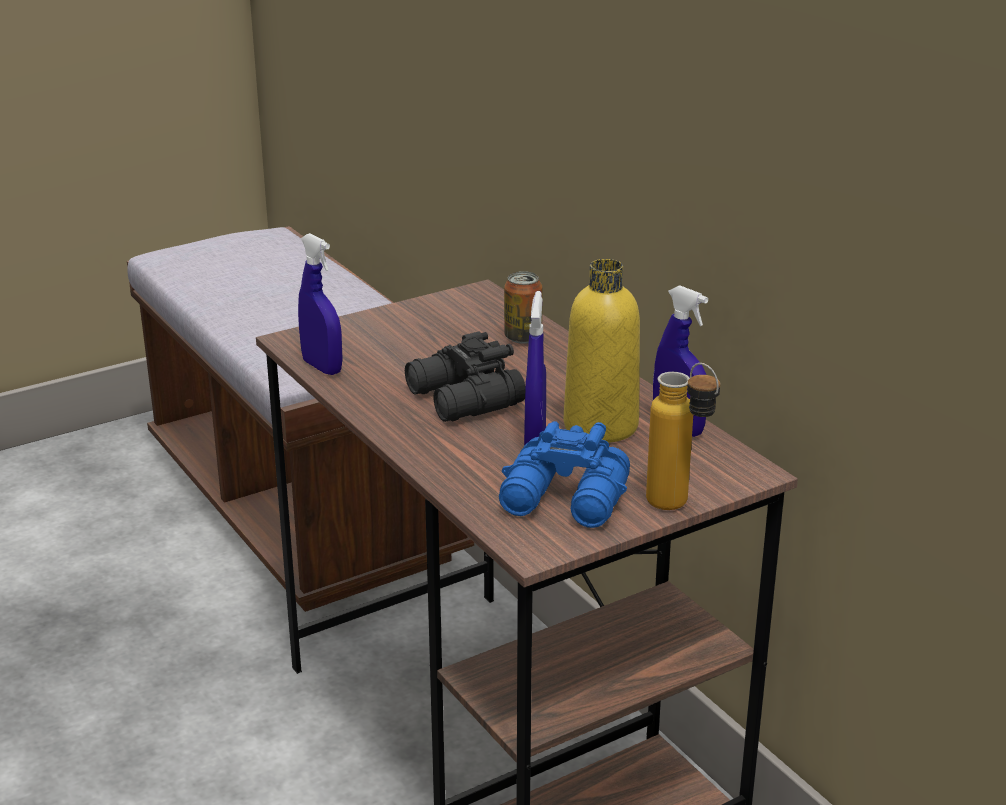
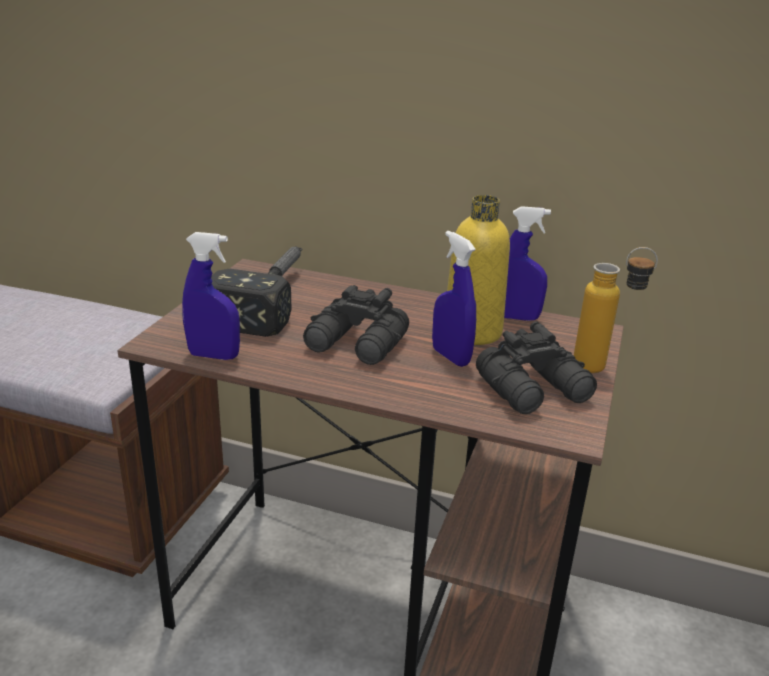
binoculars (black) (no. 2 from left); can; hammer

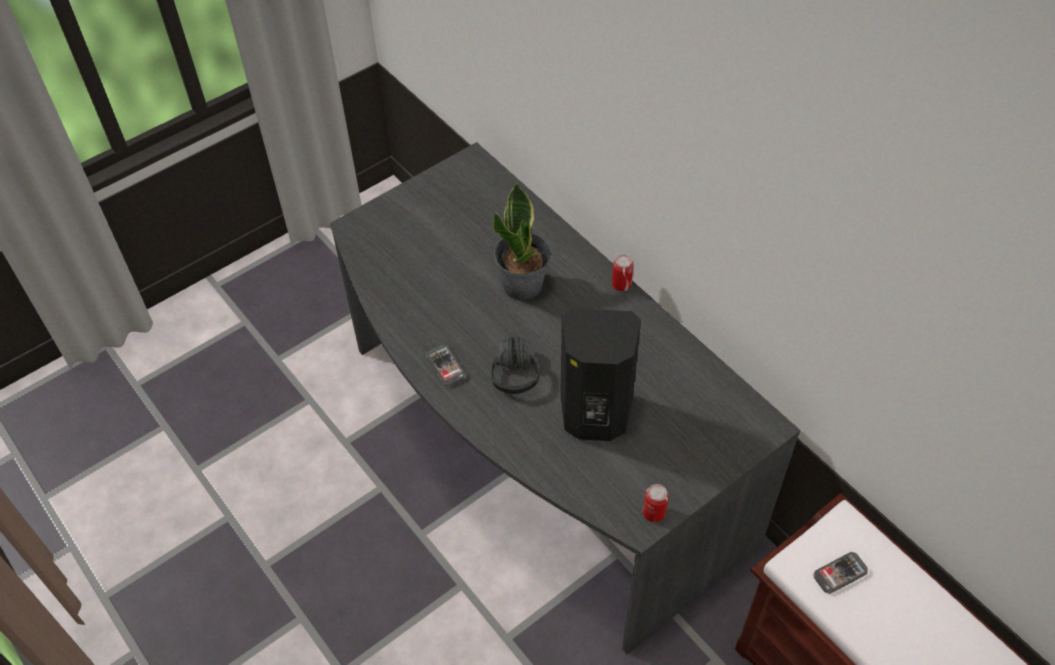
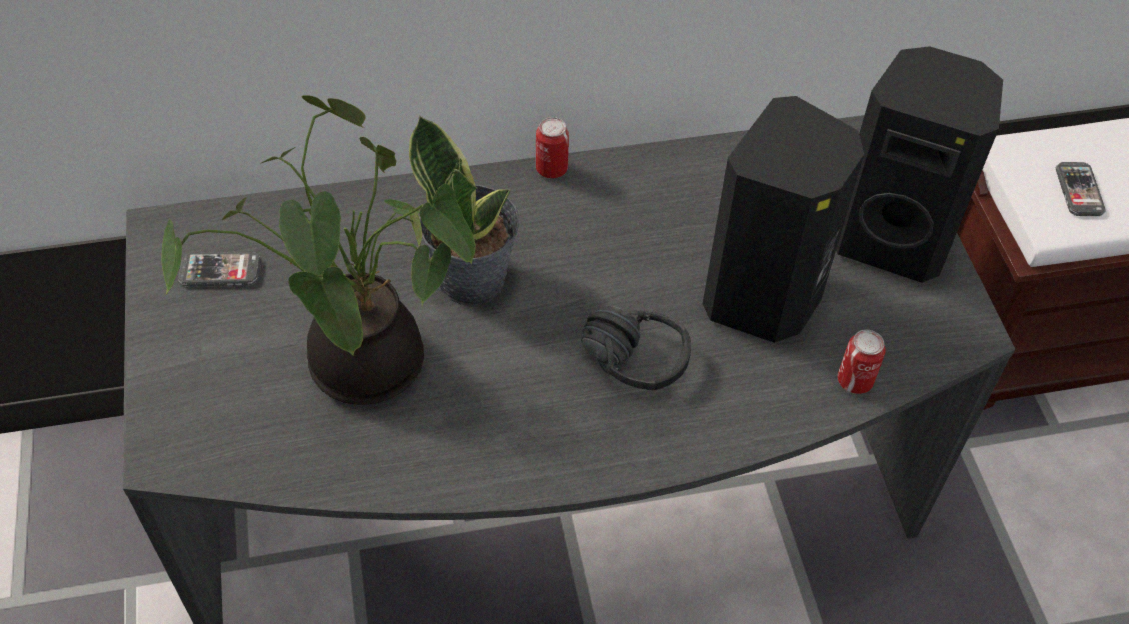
phone (no. 1 from left); can (no. 2 from left); potted plant (no. 1 from left); speaker (black) (no. 2 from left)

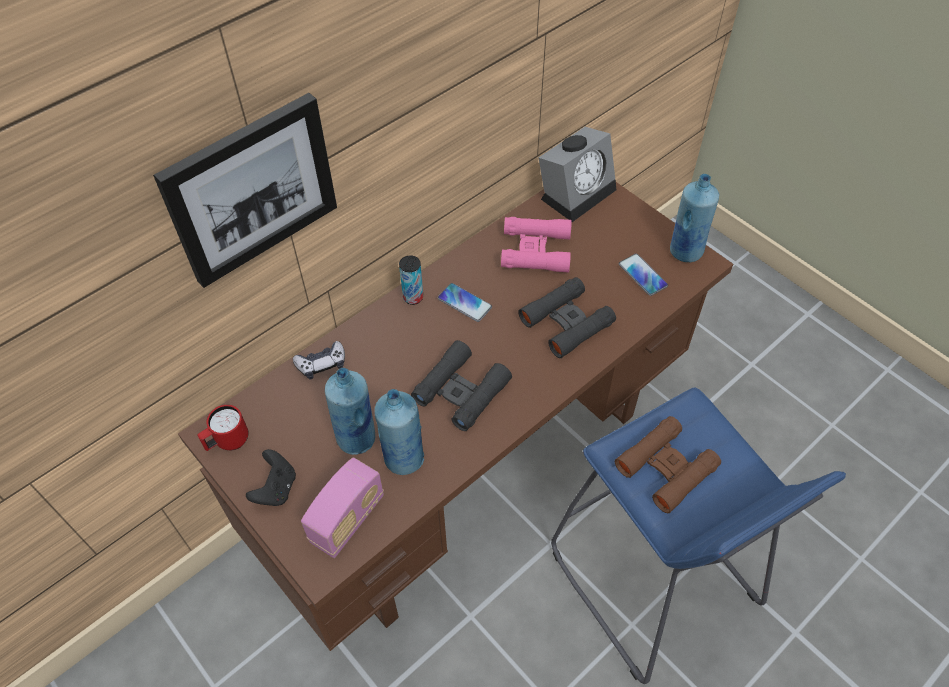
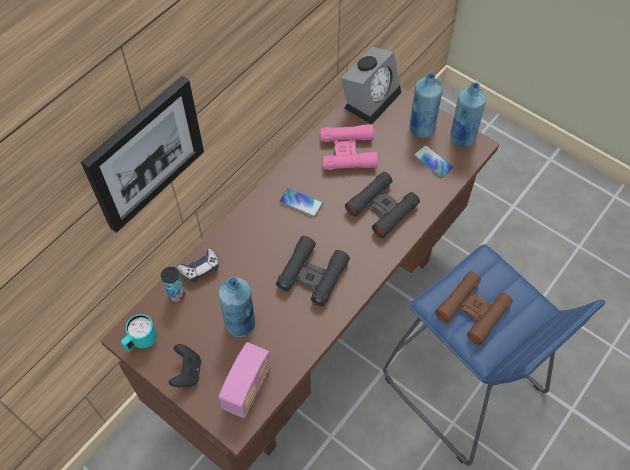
mug (turquoise); bottle (blue) (no. 2 from left); can

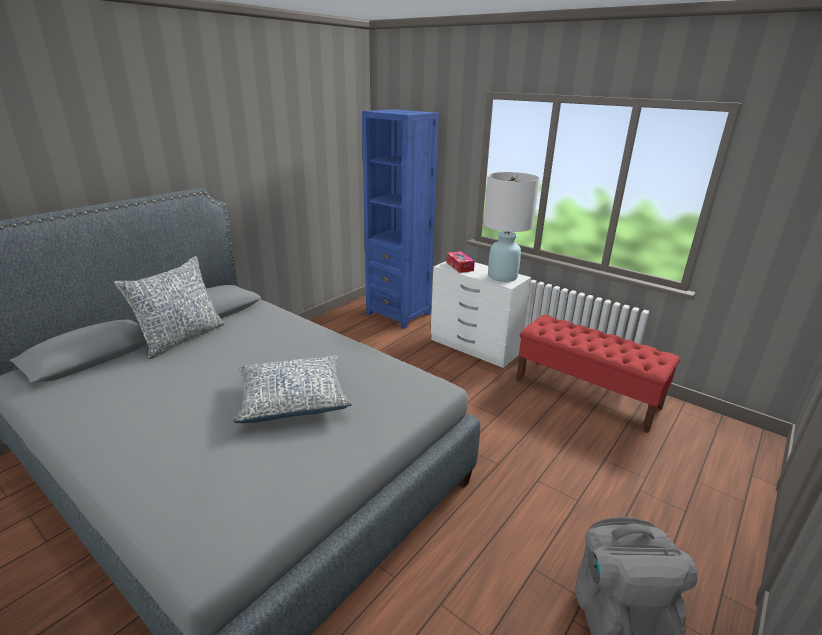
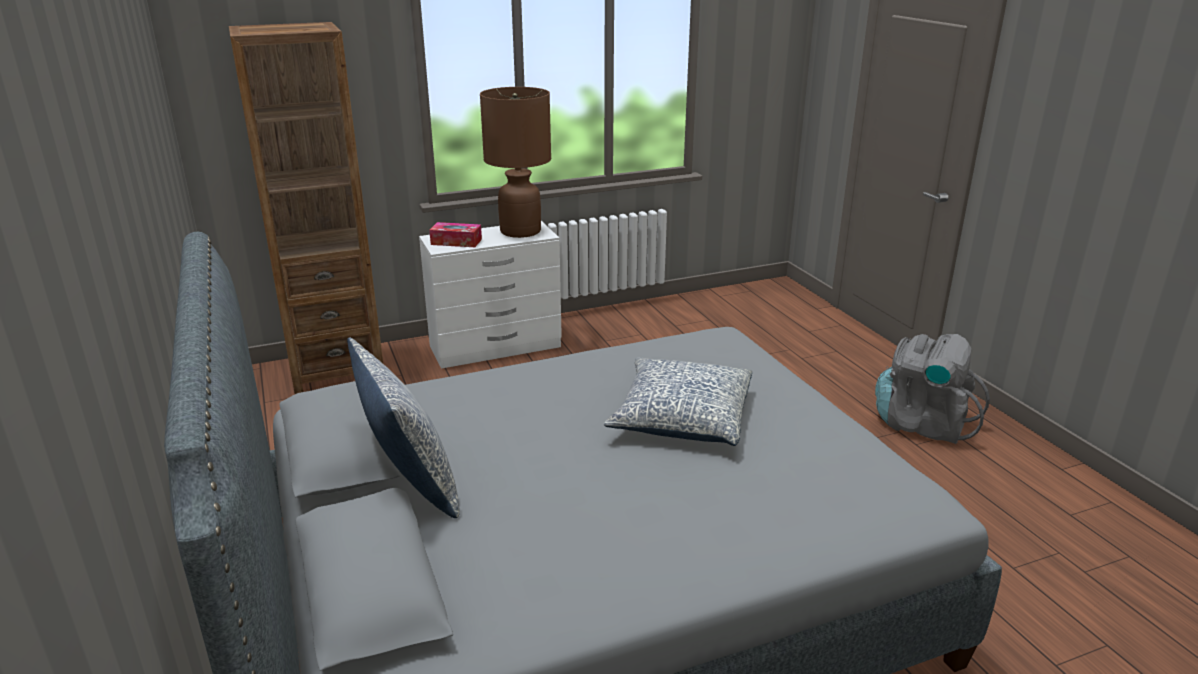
bookcase (brown); table lamp (brown); bench (red)

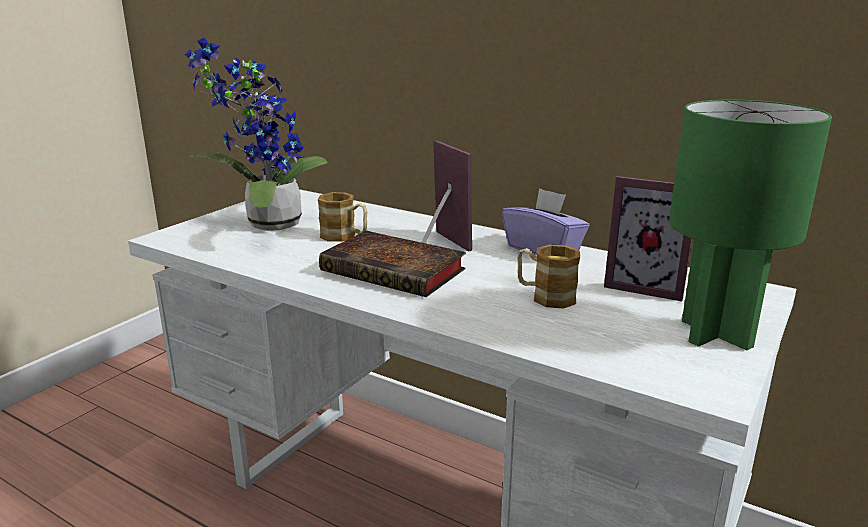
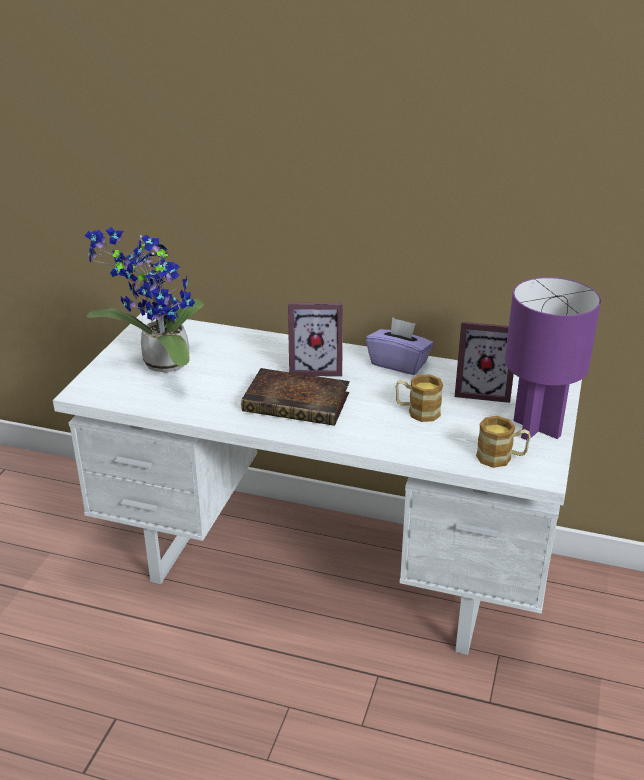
mug (no. 2 from left); picture frame (no. 1 from left); table lamp (purple)

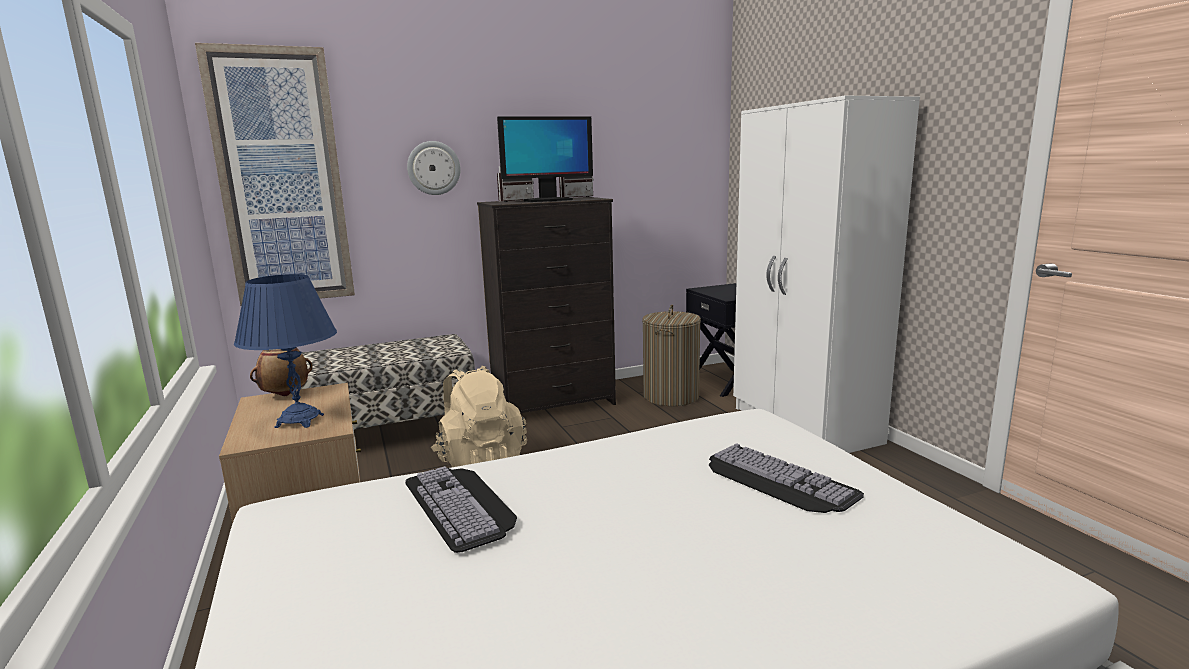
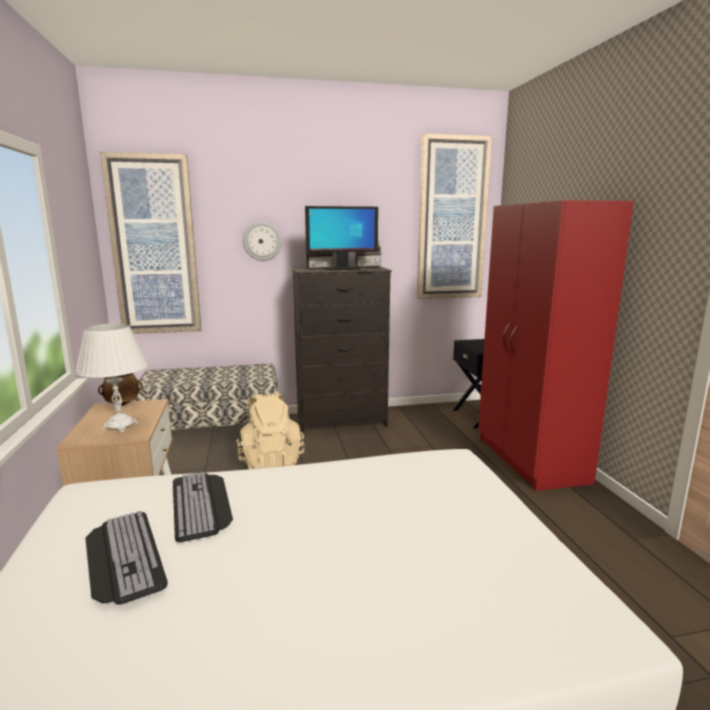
table lamp (white); laundry basket; keyboard (no. 1 from left); wardrobe (red); picture (no. 2 from left)

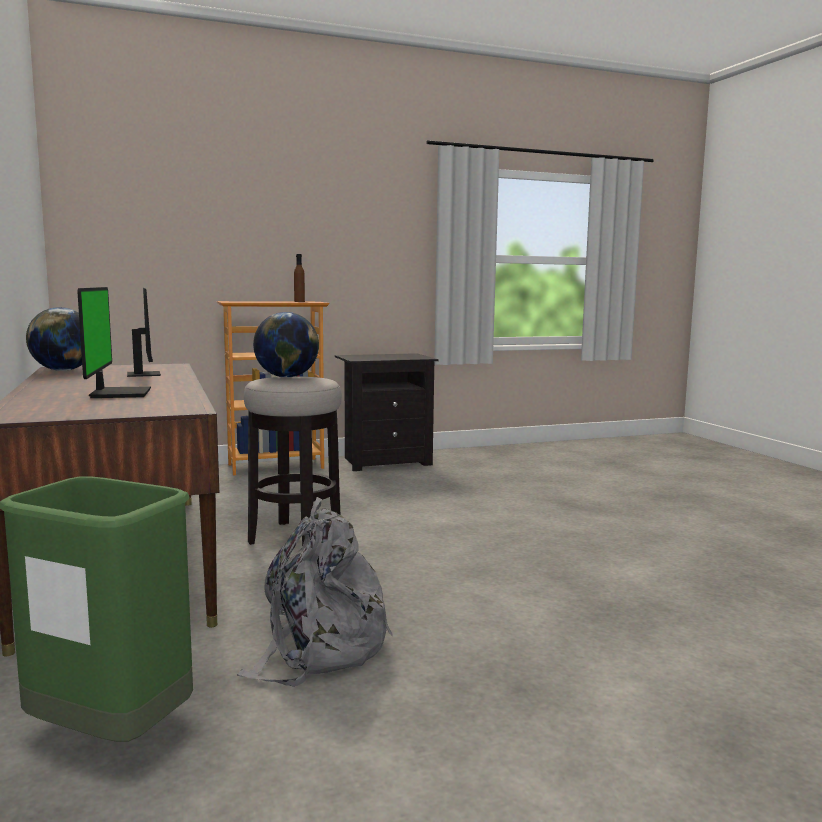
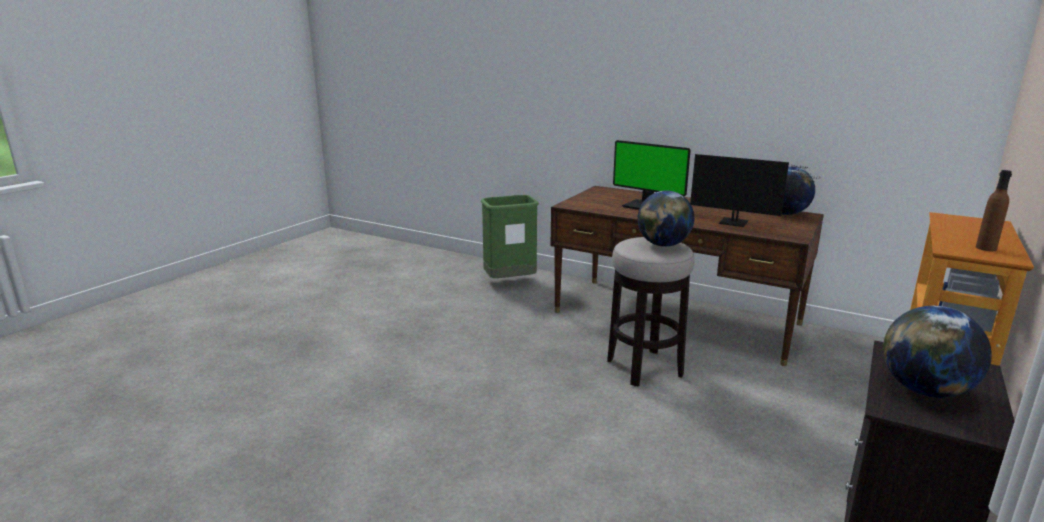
backpack (grey); globe (no. 3 from left)

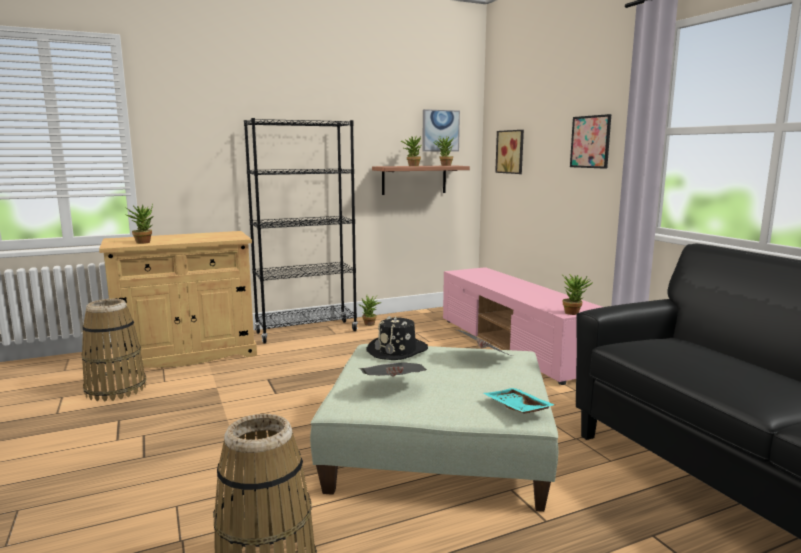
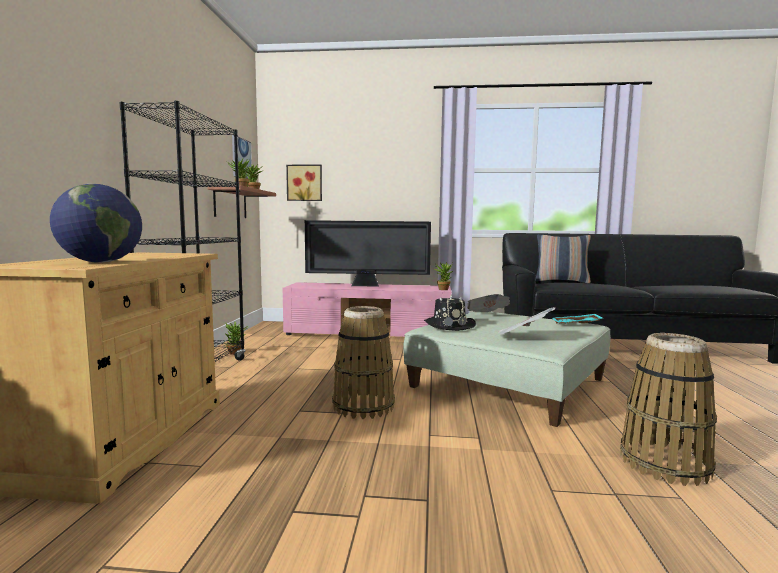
basket (no. 1 from left); globe; picture (no. 3 from left in the first image); television; pillow

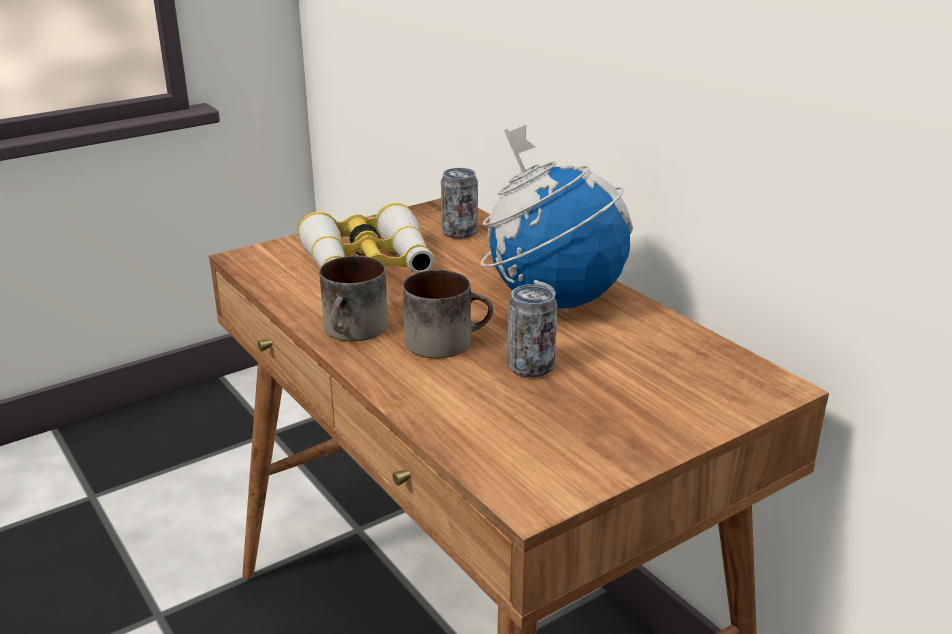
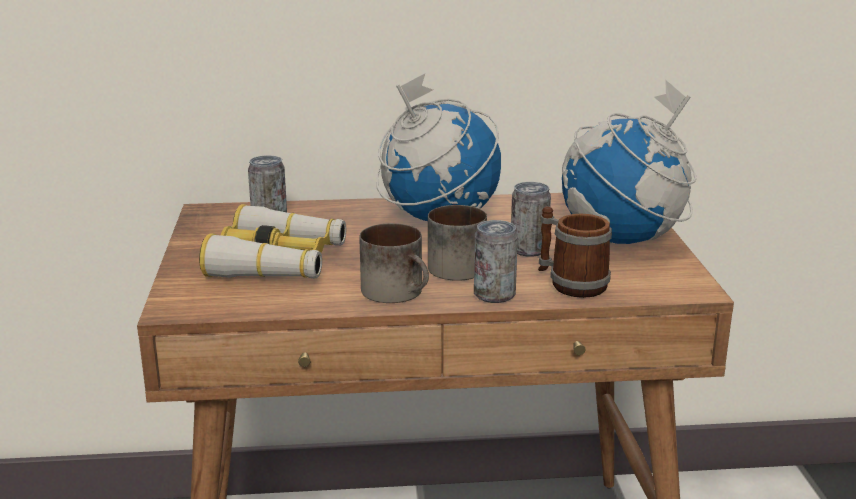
can (no. 2 from left); mug (no. 3 from left); globe (no. 2 from left)

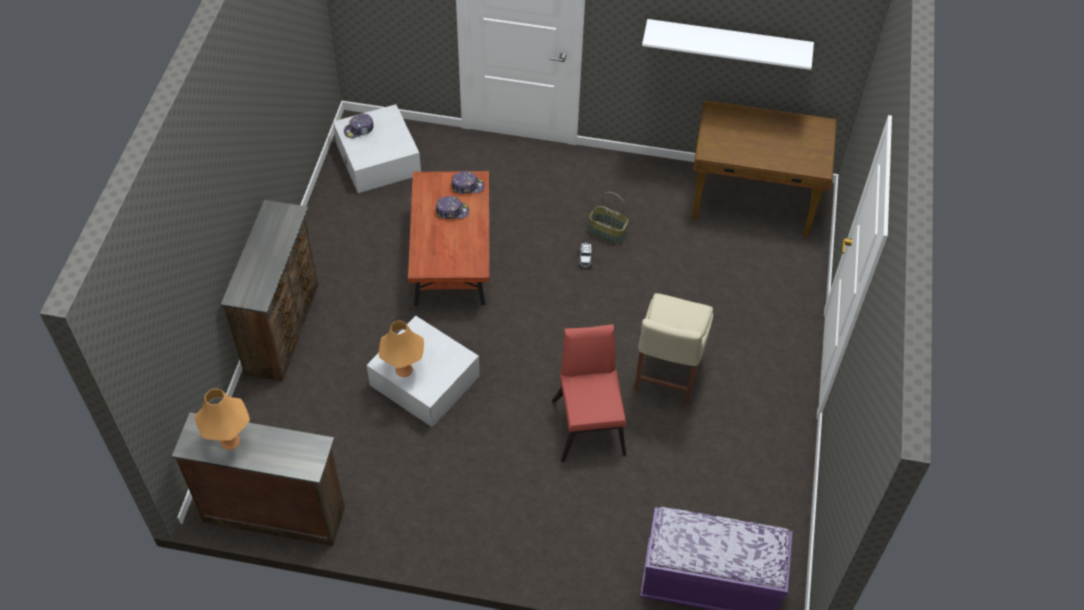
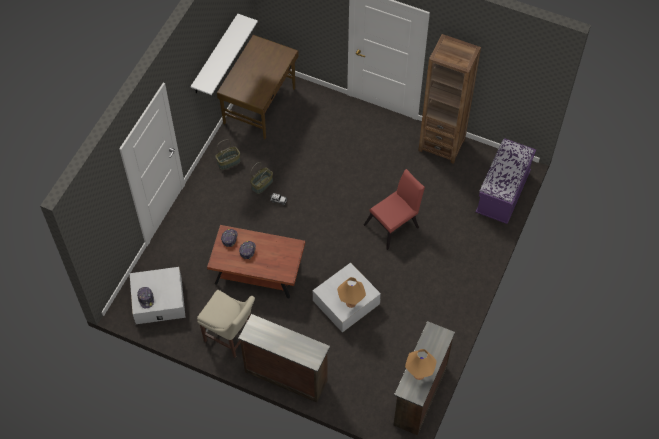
chair (red); chair (beige); basket (no. 1 from left); bookcase (brown)

